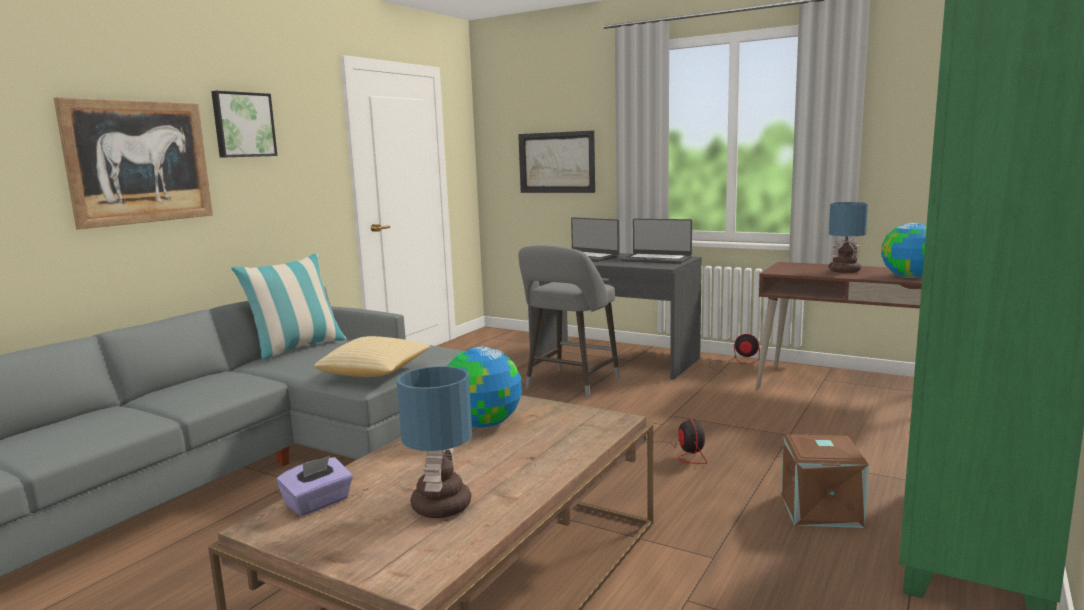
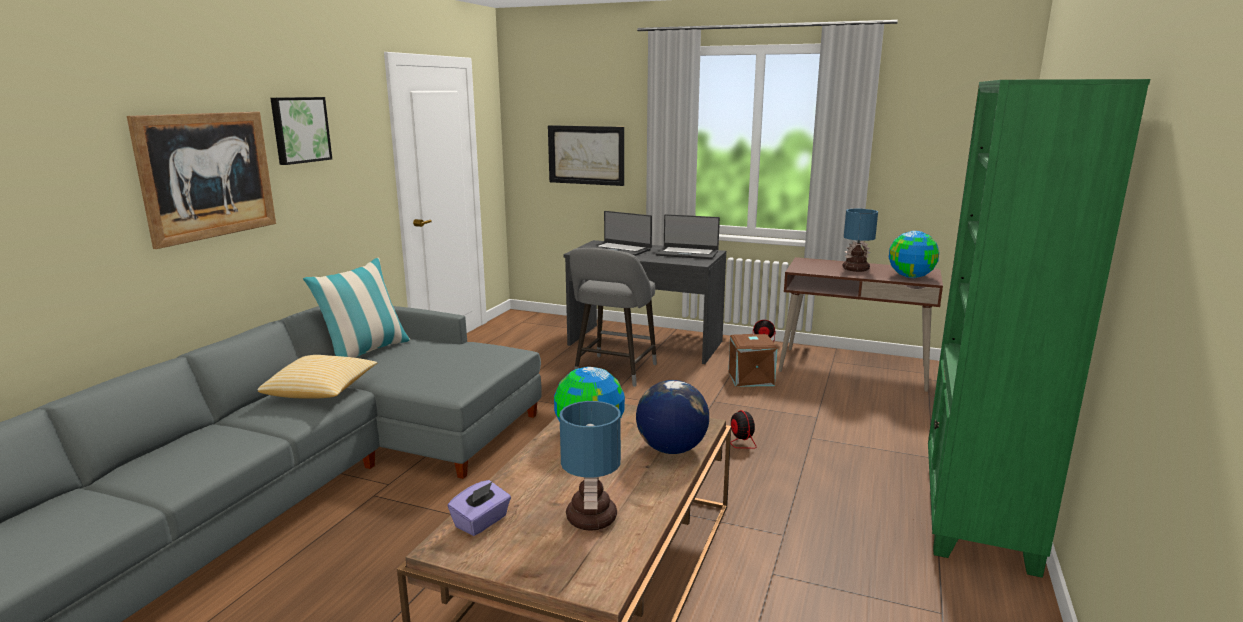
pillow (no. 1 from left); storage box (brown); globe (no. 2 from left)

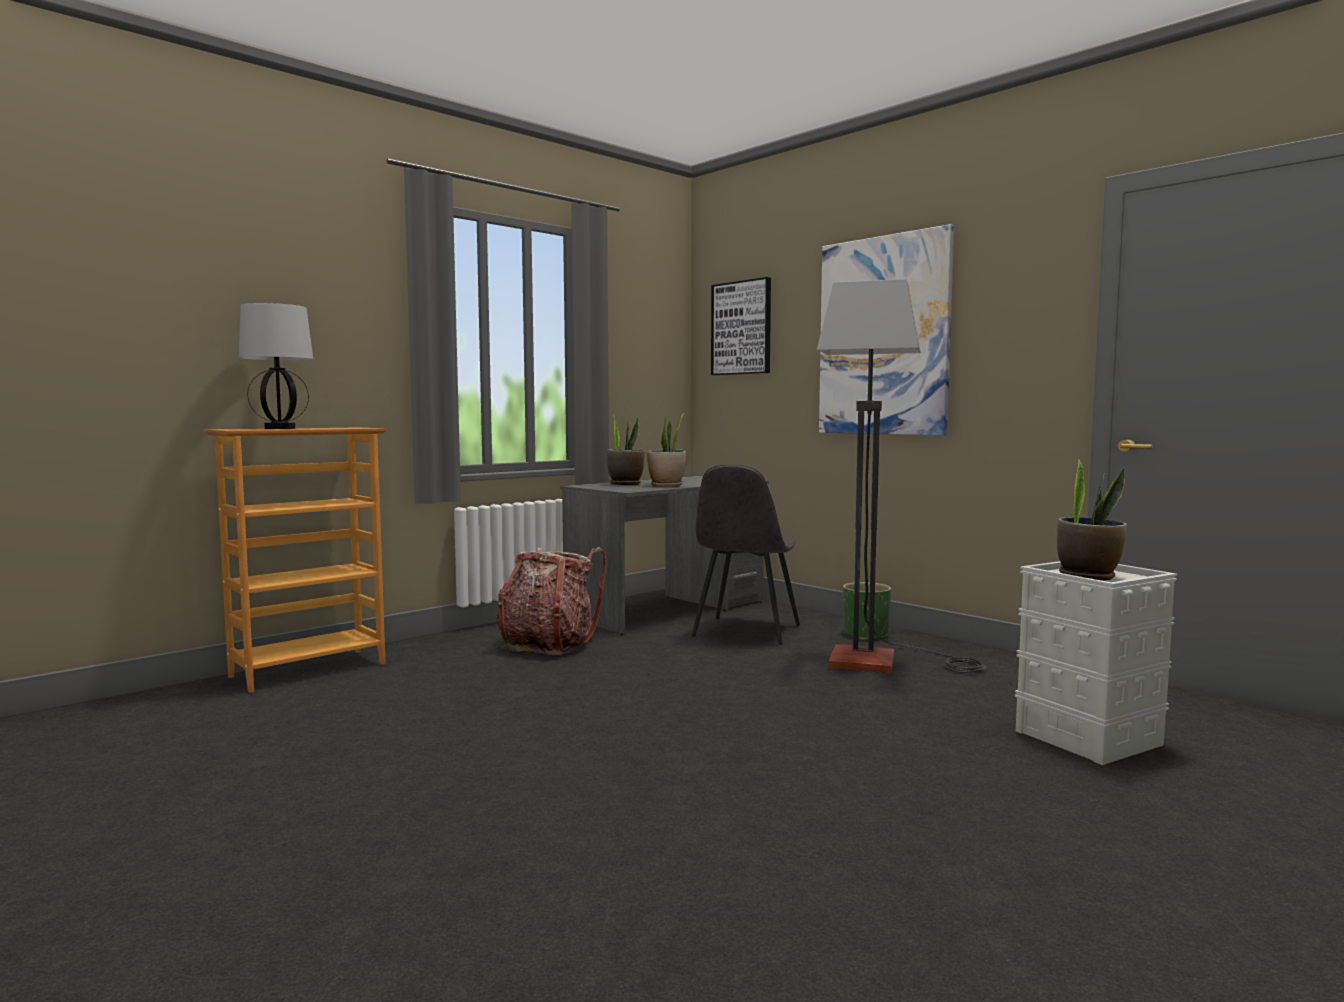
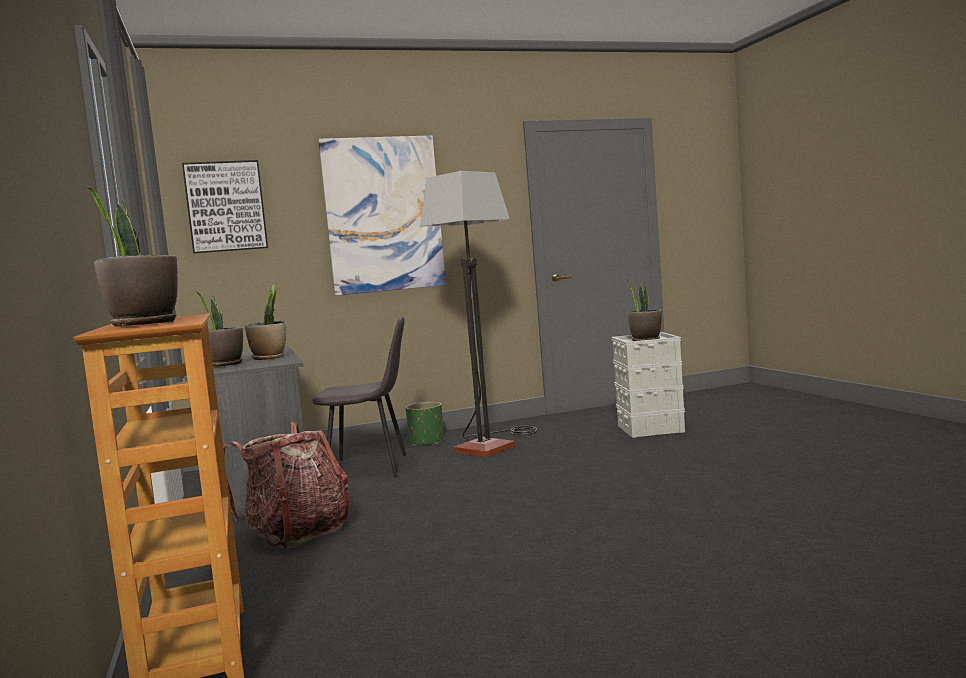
potted plant (no. 1 from left); chair (grey)

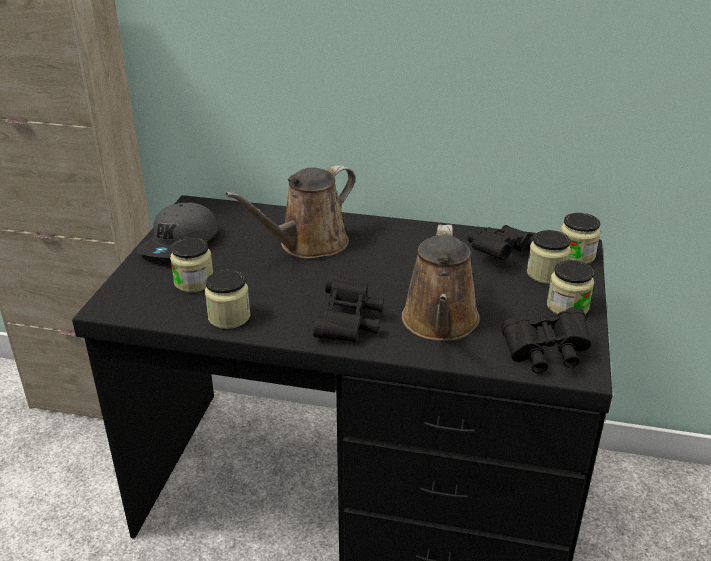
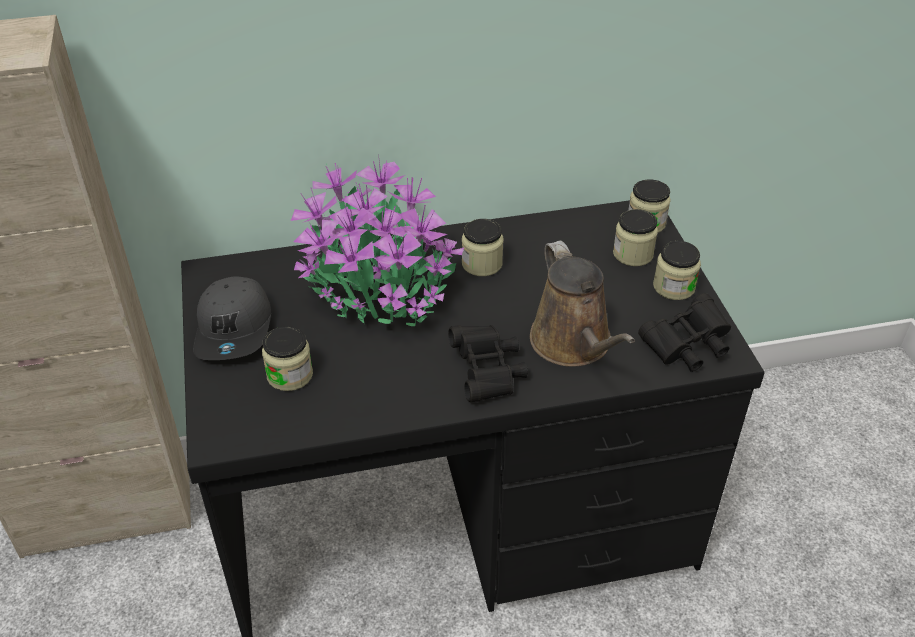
jar (no. 2 from left); potted plant; binoculars (black) (no. 2 from left in the first image)

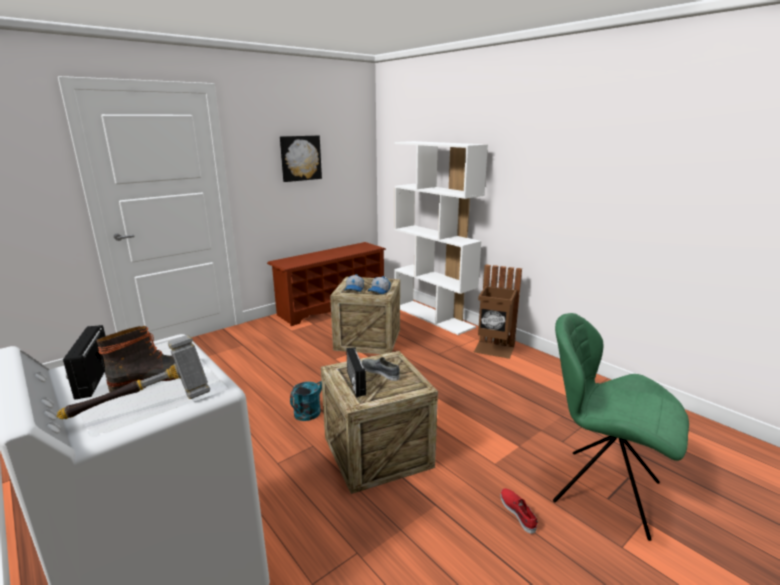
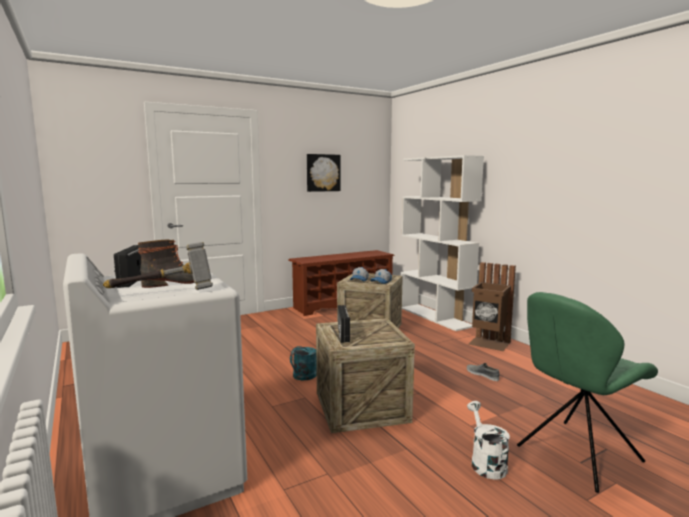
shoe (grey); watering can (white); chair (green)

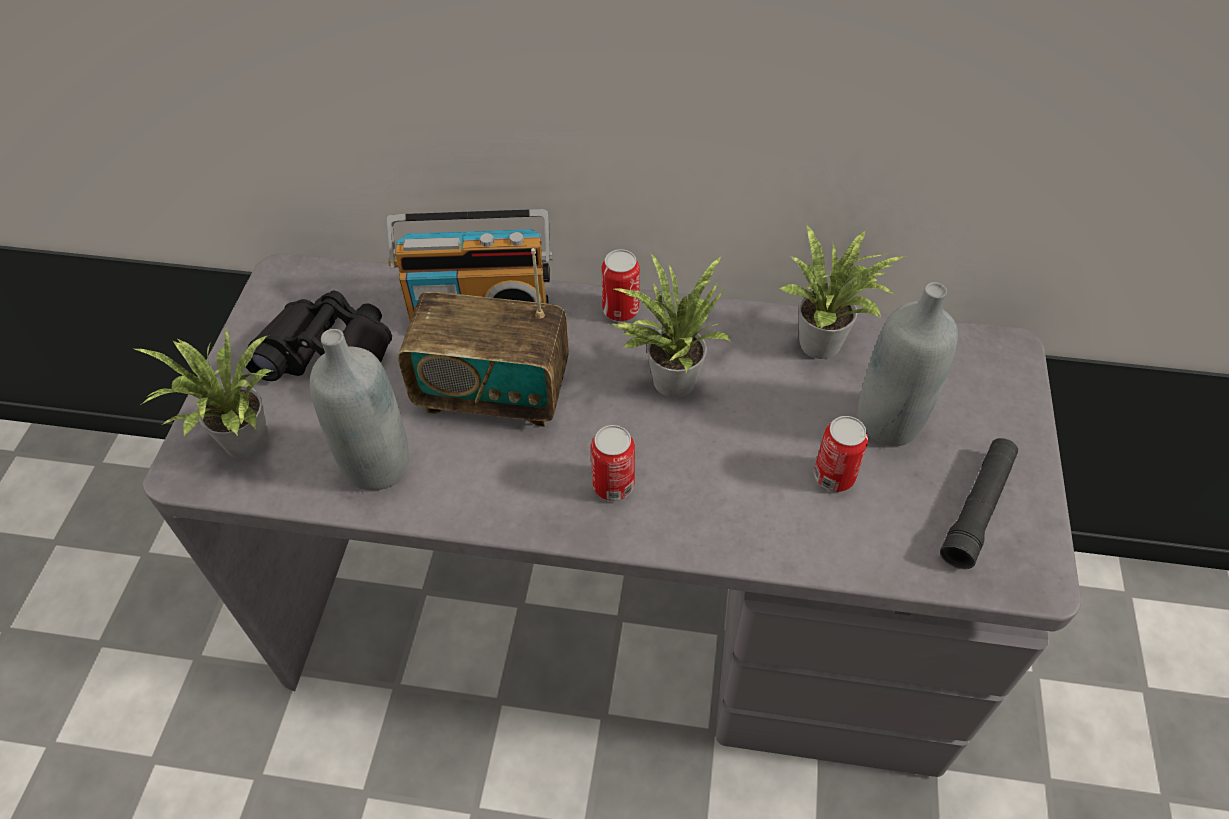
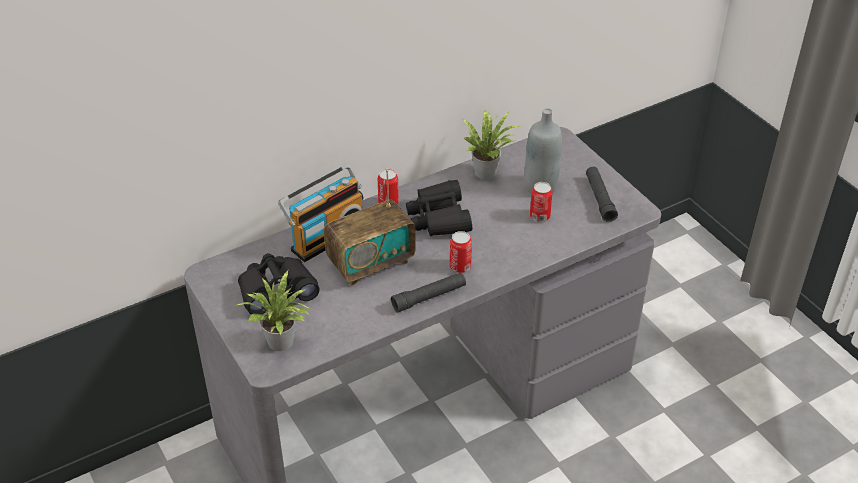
bottle (grey) (no. 1 from left in the first image); binoculars (black) (no. 2 from left); flashlight (black) (no. 1 from left)

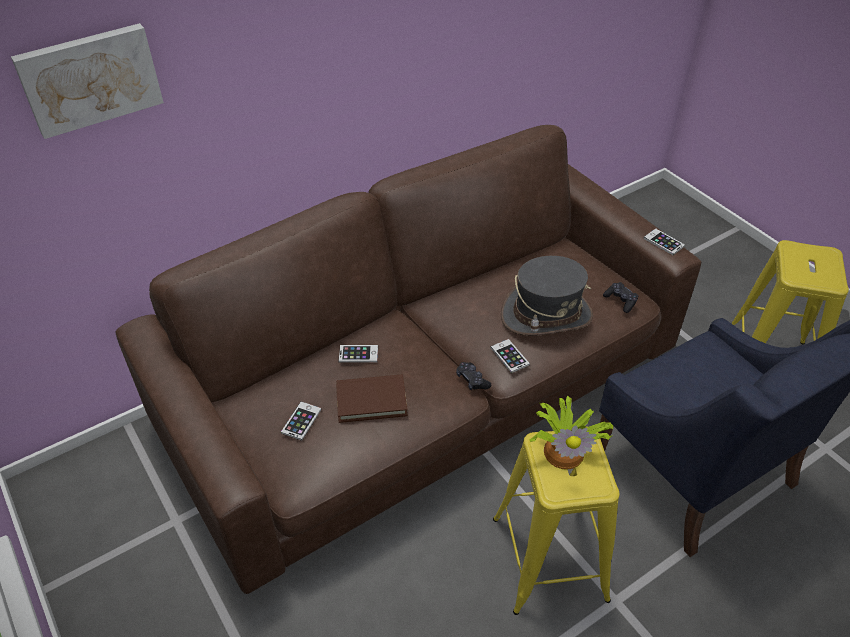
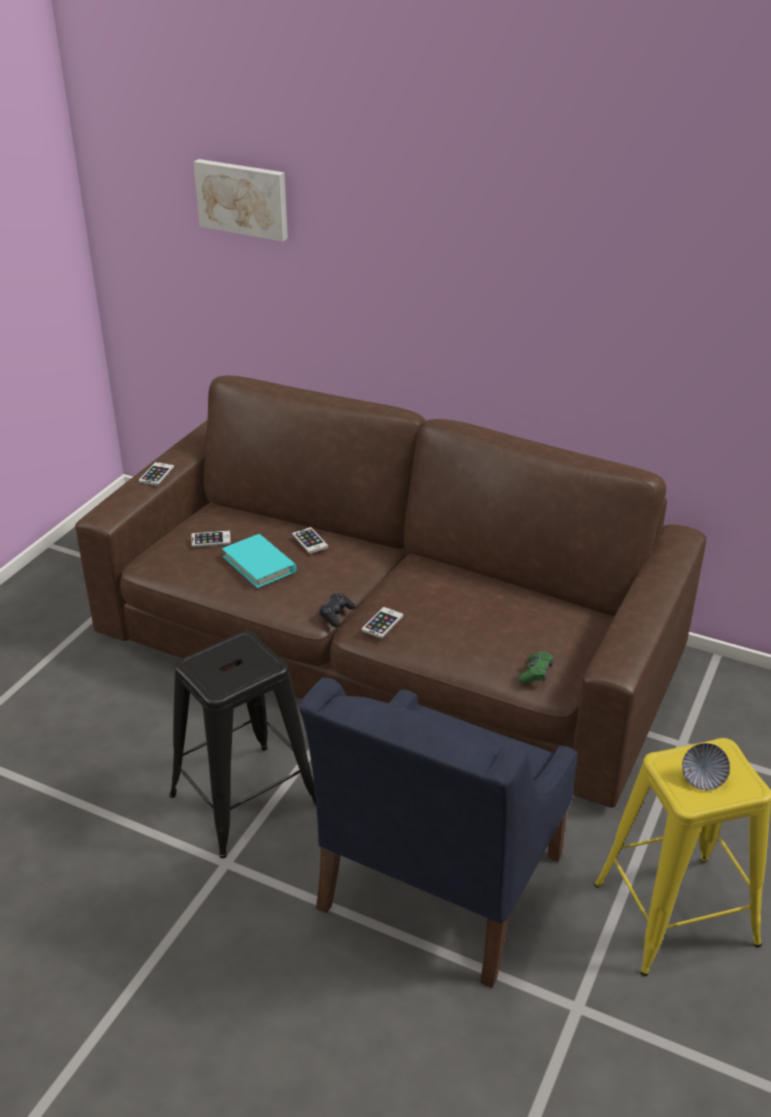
book (turquoise); stool (black); hat (grey); potted plant; game controller (green); phone (no. 1 from left); bowl

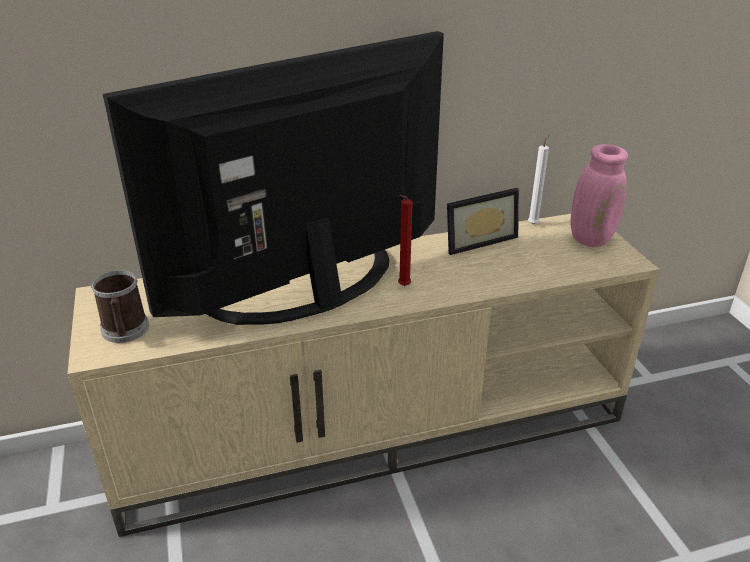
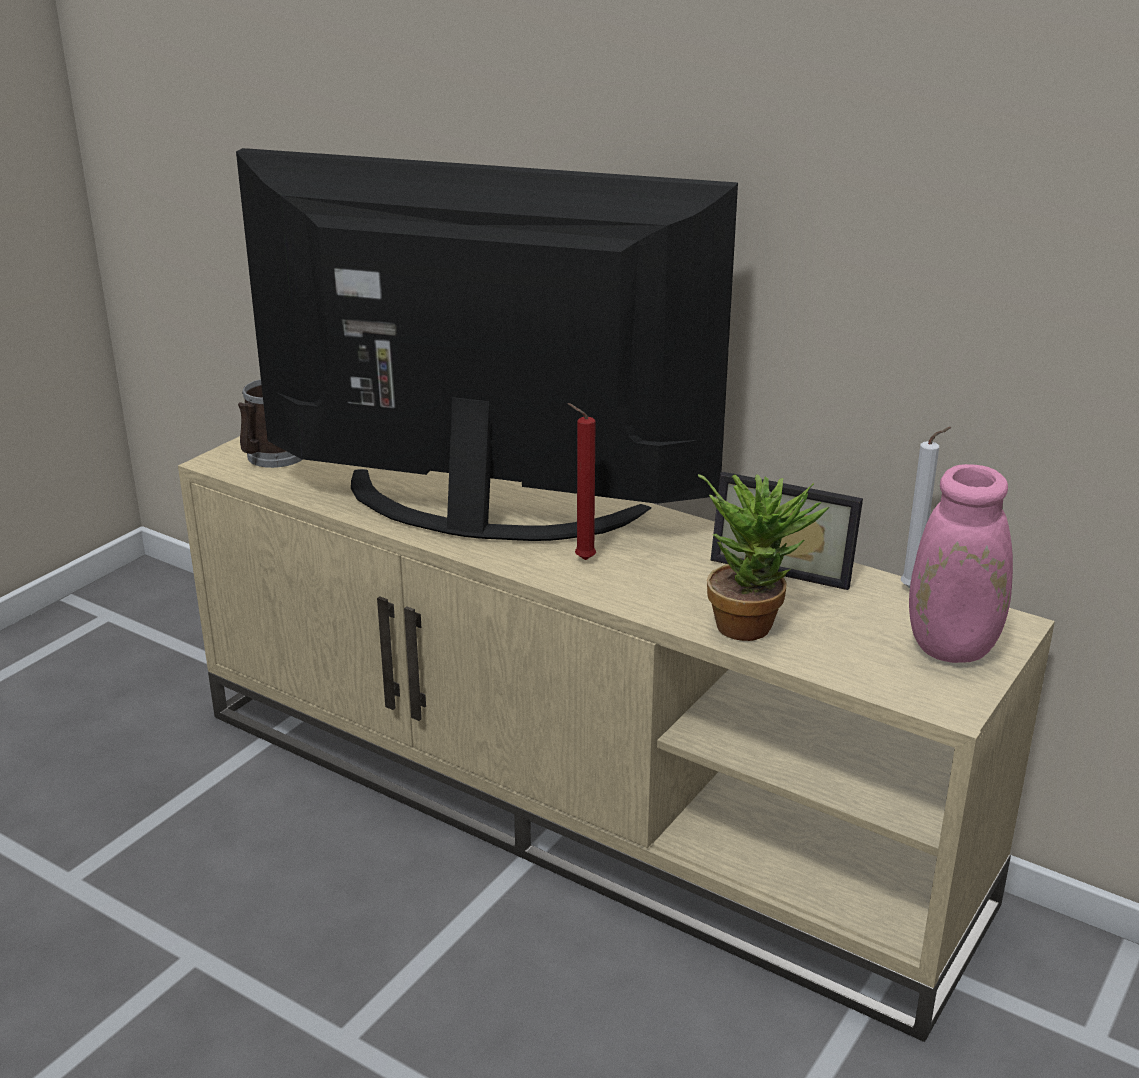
potted plant

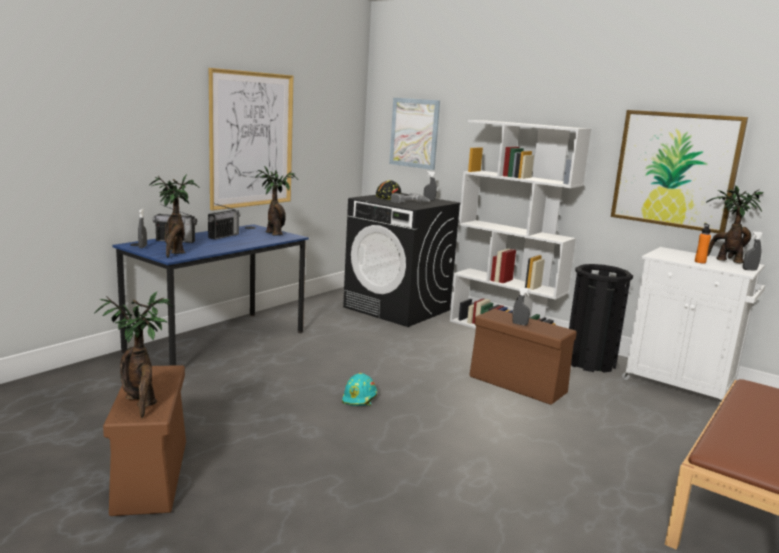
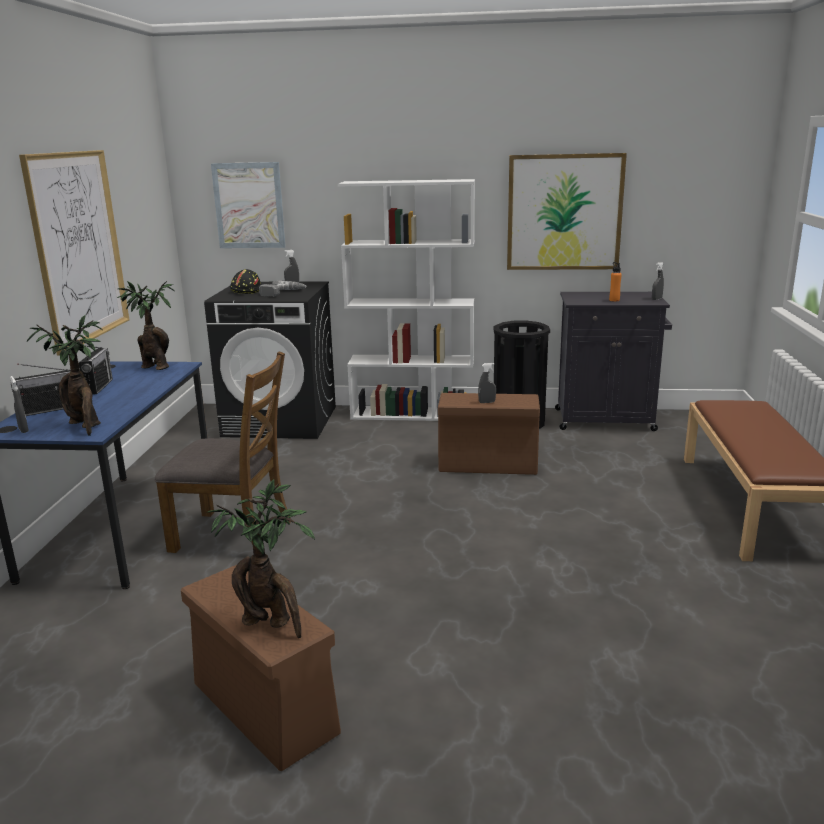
hard hat (turquoise); cabinet (black); potted plant (no. 4 from left in the first image); chair (brown)

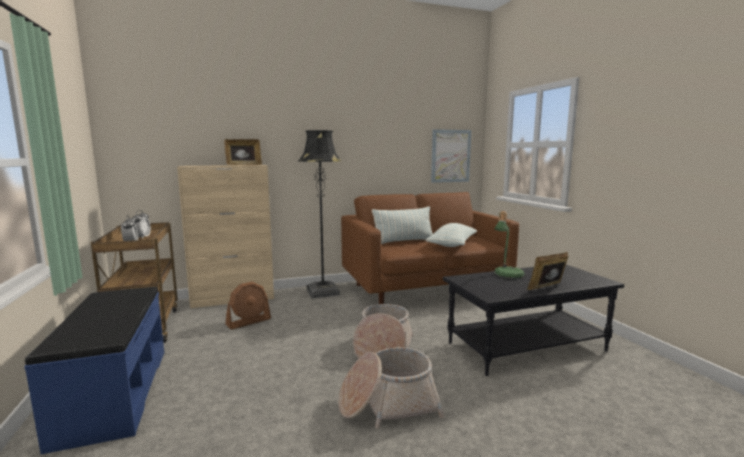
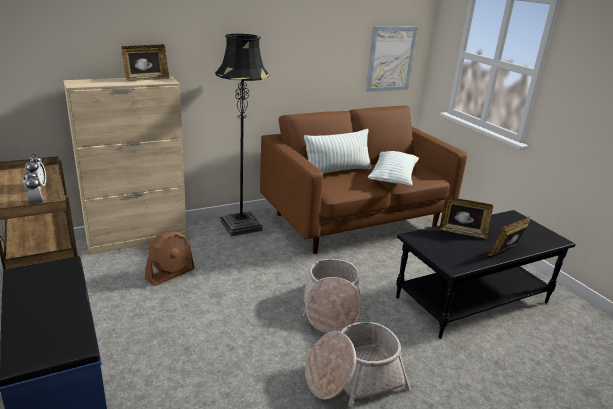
picture frame (no. 2 from left)

